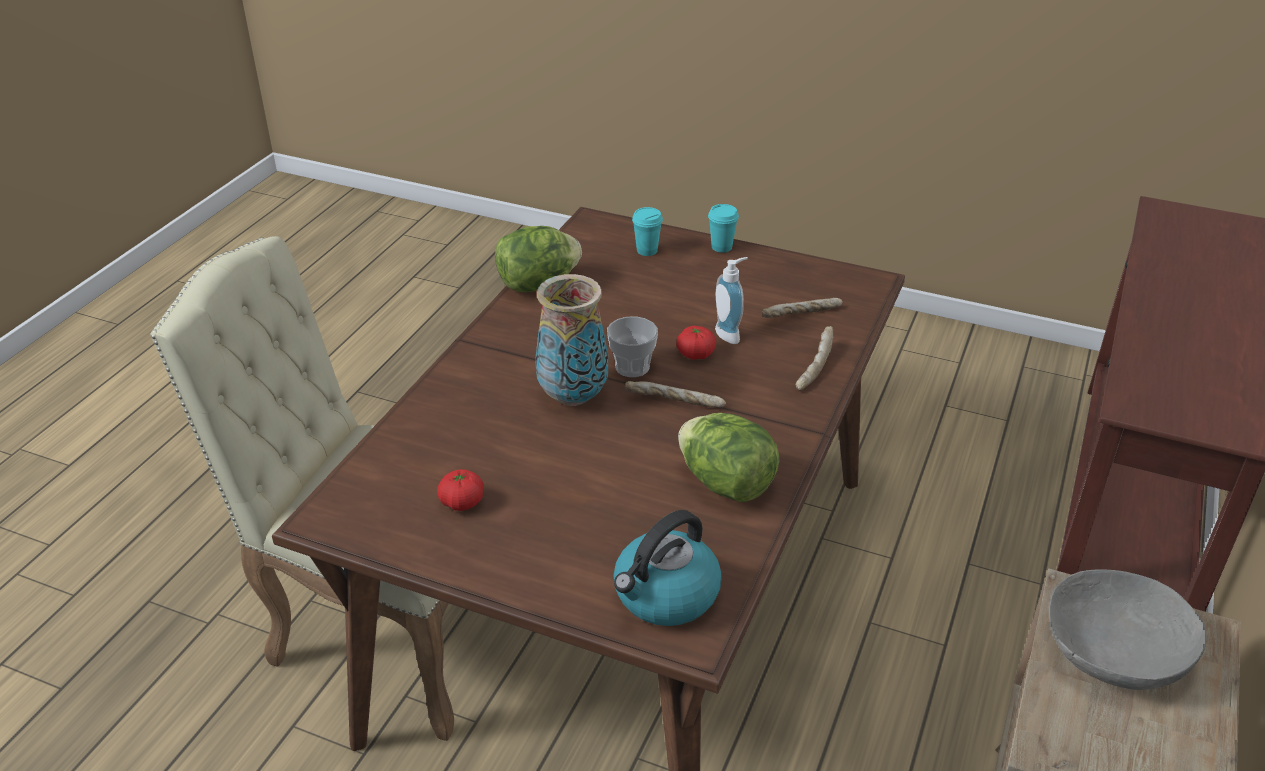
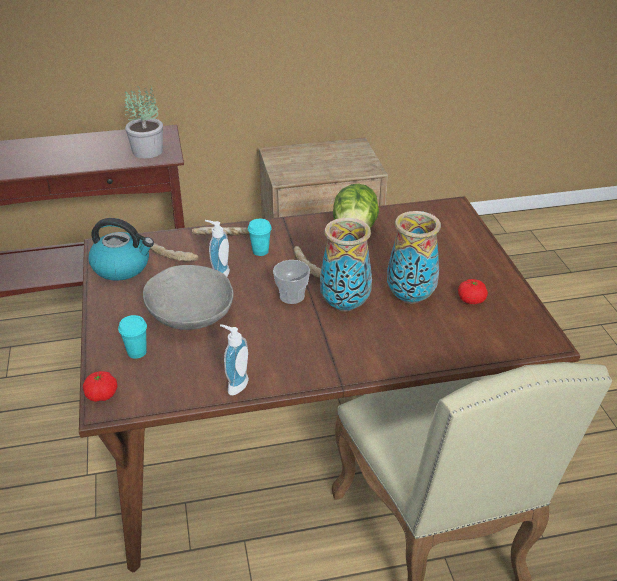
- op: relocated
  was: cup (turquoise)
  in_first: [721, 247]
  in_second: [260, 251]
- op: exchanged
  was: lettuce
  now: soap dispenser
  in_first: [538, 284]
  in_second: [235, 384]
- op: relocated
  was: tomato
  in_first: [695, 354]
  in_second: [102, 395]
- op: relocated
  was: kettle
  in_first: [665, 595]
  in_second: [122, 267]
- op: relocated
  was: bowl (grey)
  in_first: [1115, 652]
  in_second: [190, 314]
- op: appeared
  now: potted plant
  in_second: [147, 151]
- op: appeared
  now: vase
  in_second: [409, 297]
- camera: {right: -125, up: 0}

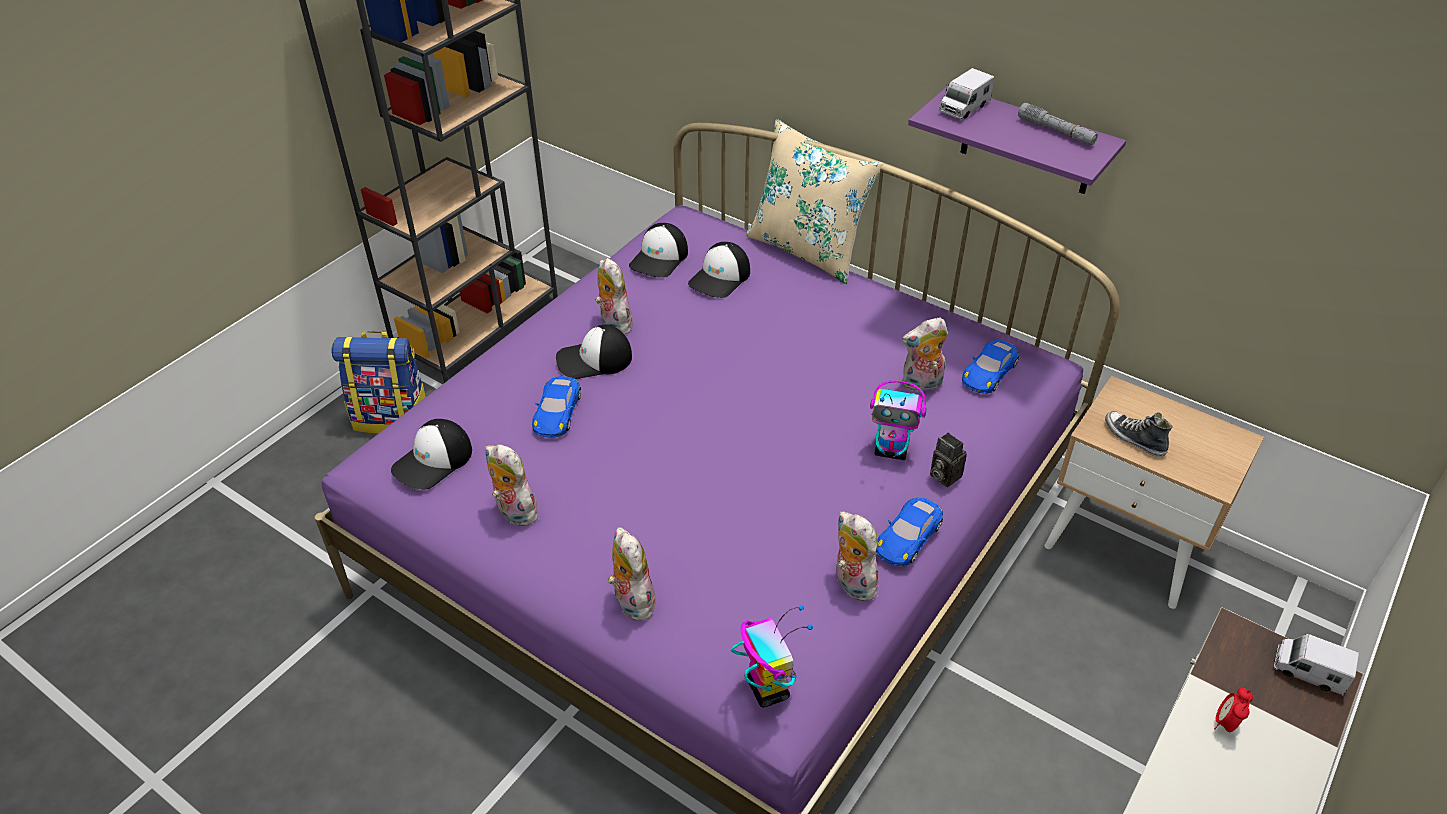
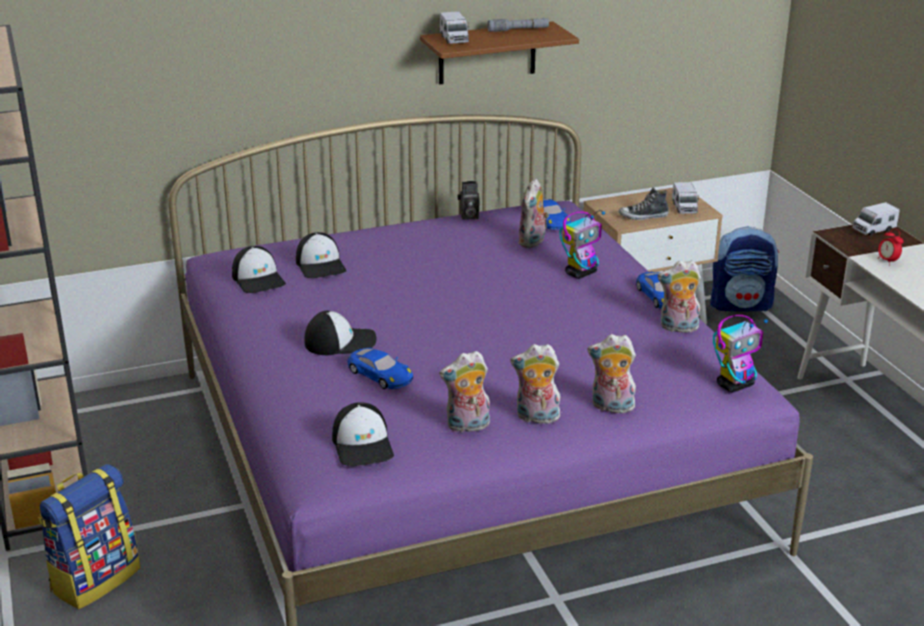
- op: colour
  was: shelf (purple)
  now: shelf (brown)
  in_first: [1027, 142]
  in_second: [487, 53]
- op: missing
  was: pillow (beige)
  in_first: [808, 250]
- op: relocated
  was: plush toy
  in_first: [613, 323]
  in_second: [536, 418]
- op: spun
  was: cap
  in_first: [594, 360]
  in_second: [341, 342]
  clockwise: -120
- op: relocated
  was: photo camera
  in_first: [943, 475]
  in_second: [468, 216]
- op: spun
  was: toy robot
  in_first: [767, 688]
  in_second: [735, 385]
  clockwise: 135
- op: appeared
  now: toy truck
  in_second: [684, 207]
- op: appeared
  now: backpack
  in_second: [741, 305]
- camera: {right: -55, up: -15}

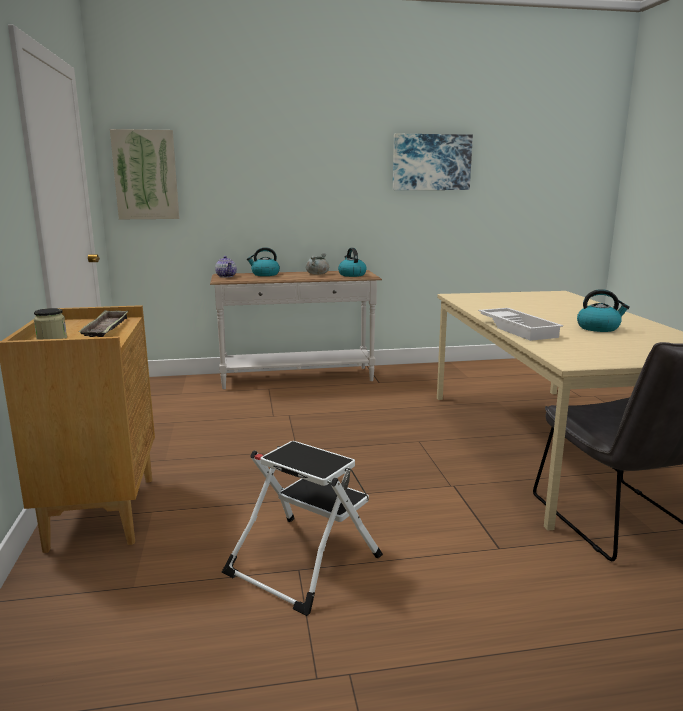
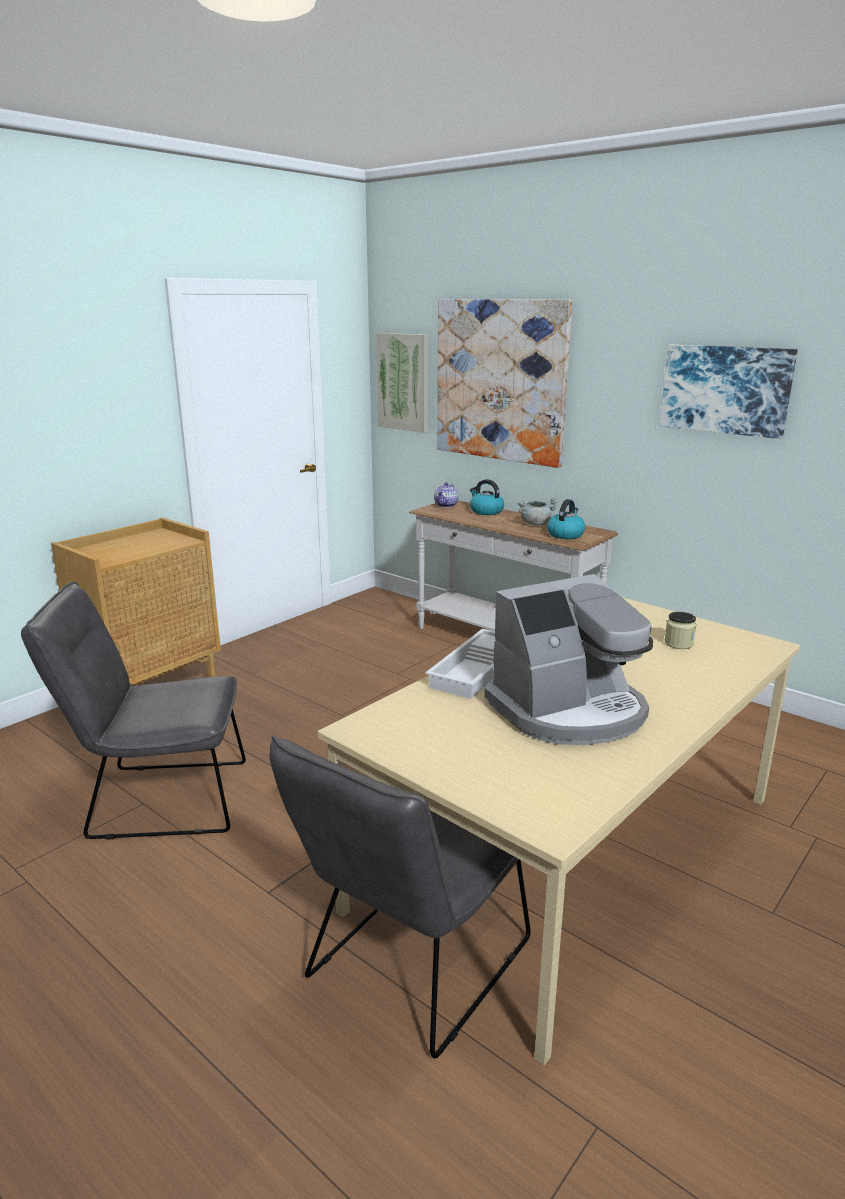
- op: exchanged
  was: kettle
  now: coffee machine
  in_first: [598, 328]
  in_second: [569, 711]
- op: relocated
  was: jar
  in_first: [52, 339]
  in_second: [678, 643]
- op: missing
  was: tray
  in_first: [106, 329]
- op: exchanged
  was: step ladder
  now: chair (grey)
  in_first: [303, 560]
  in_second: [158, 799]
- op: appeared
  now: picture
  in_second: [500, 381]
- camera: {right: 50, up: 5}

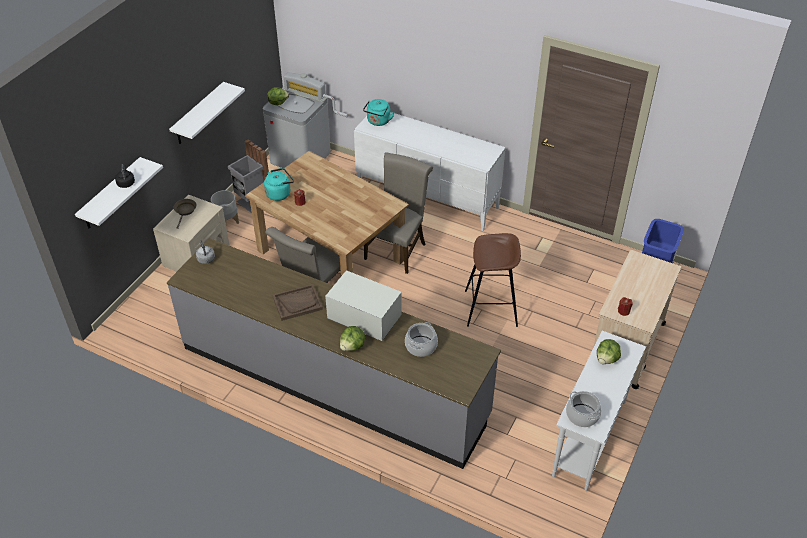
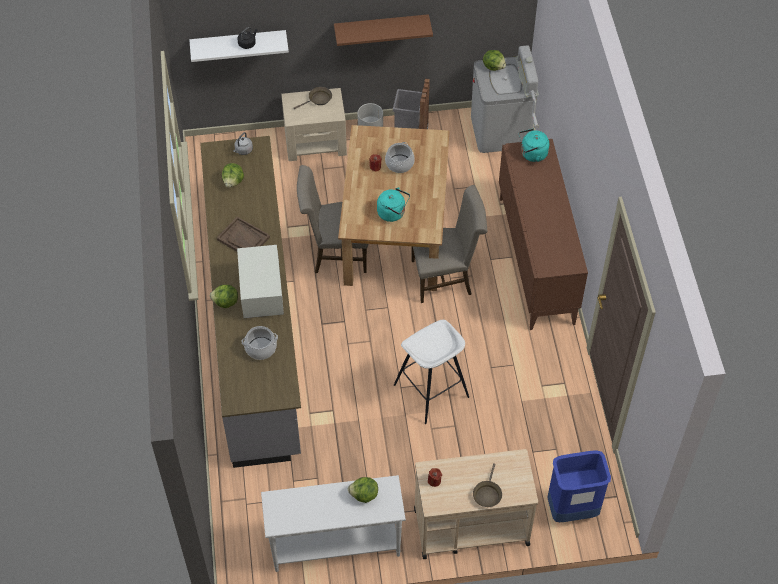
- op: colour
  was: shelf (white)
  now: shelf (brown)
  in_first: [198, 114]
  in_second: [381, 28]
- op: colour
  was: dresser (white)
  now: dresser (brown)
  in_first: [428, 197]
  in_second: [537, 260]
- op: relocated
  was: kettle (turquoise)
  in_first: [279, 193]
  in_second: [393, 213]
- op: colour
  was: stool (brown)
  now: stool (white)
  in_first: [491, 308]
  in_second: [431, 391]
- op: relocated
  was: cooking pot
  in_first: [582, 415]
  in_second: [399, 163]
- op: appeared
  now: lettuce
  in_second: [233, 181]
- op: appeared
  now: frying pan (brown)
  in_second: [487, 494]
- camera: {right: 55, up: 10}

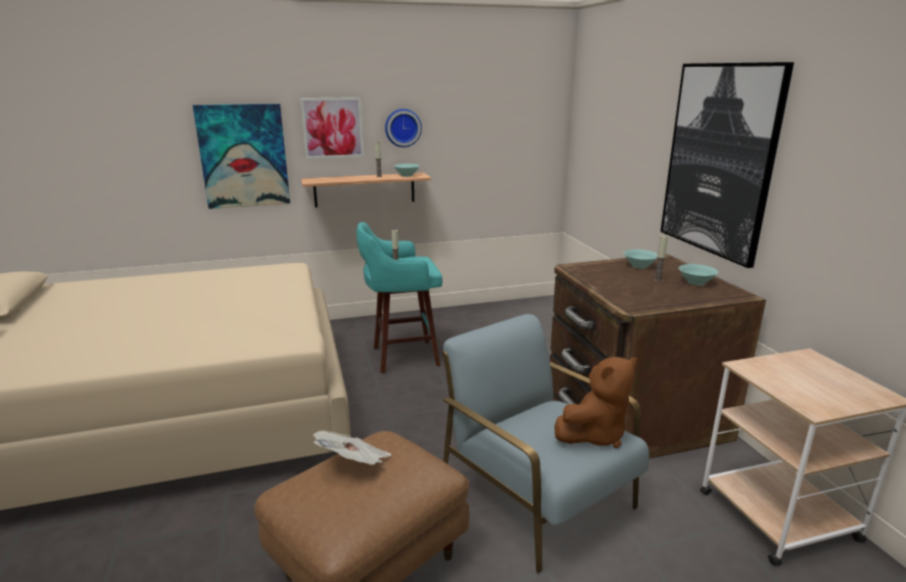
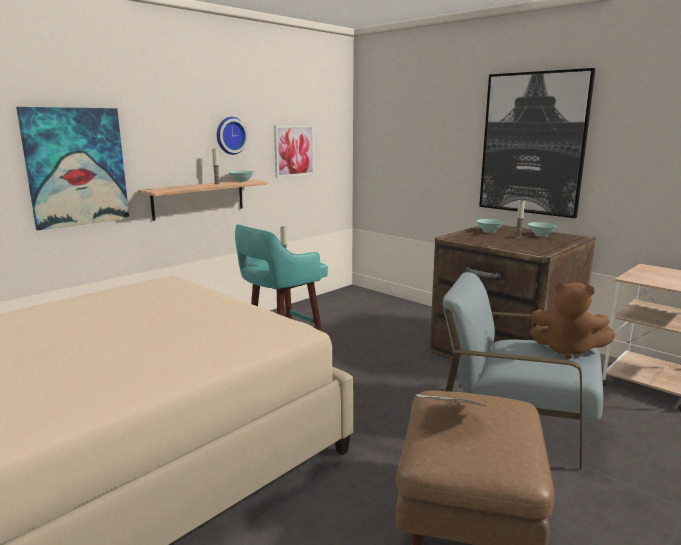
- op: relocated
  was: picture
  in_first: [332, 128]
  in_second: [294, 150]
- op: spun
  was: plush toy (brown)
  in_first: [594, 434]
  in_second: [567, 350]
  clockwise: 90
- camera: {right: -30, up: -5}

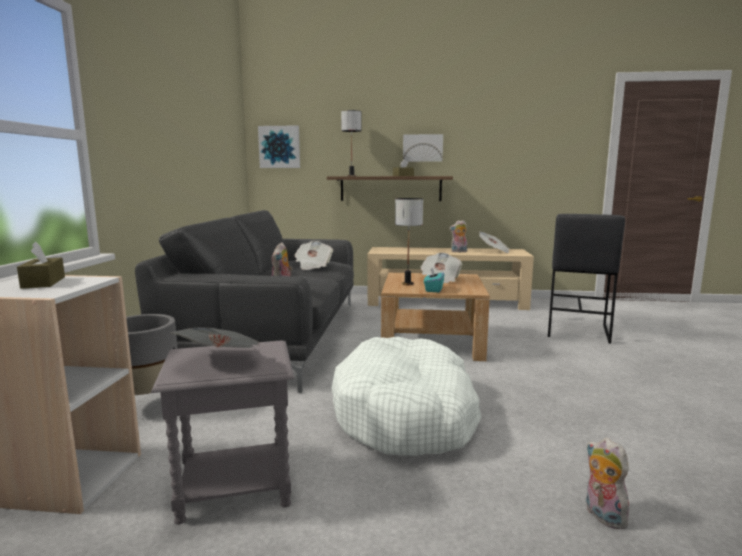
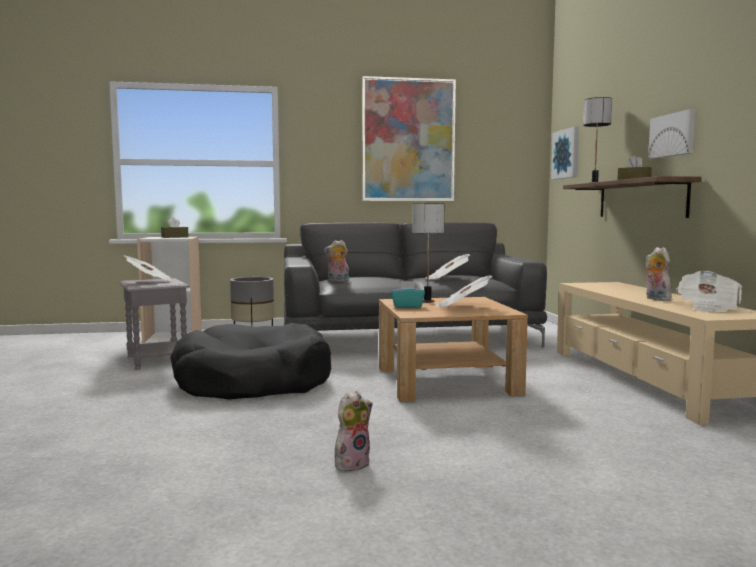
- op: missing
  was: stool (grey)
  in_first: [577, 331]
- op: colour
  was: dog bed (white)
  now: dog bed (black)
  in_first: [406, 414]
  in_second: [253, 382]
- op: relocated
  was: plush toy
  in_first: [602, 515]
  in_second: [352, 463]
- op: appeared
  now: picture
  in_second: [408, 140]
- camera: {right: 75, up: -5}

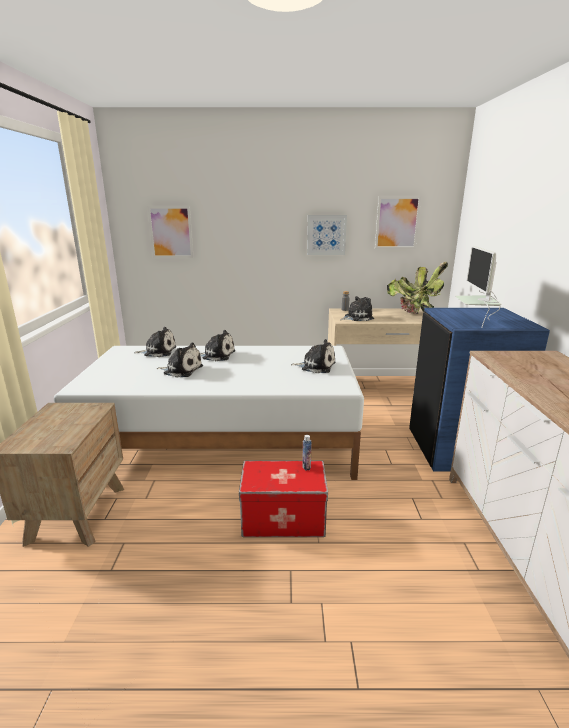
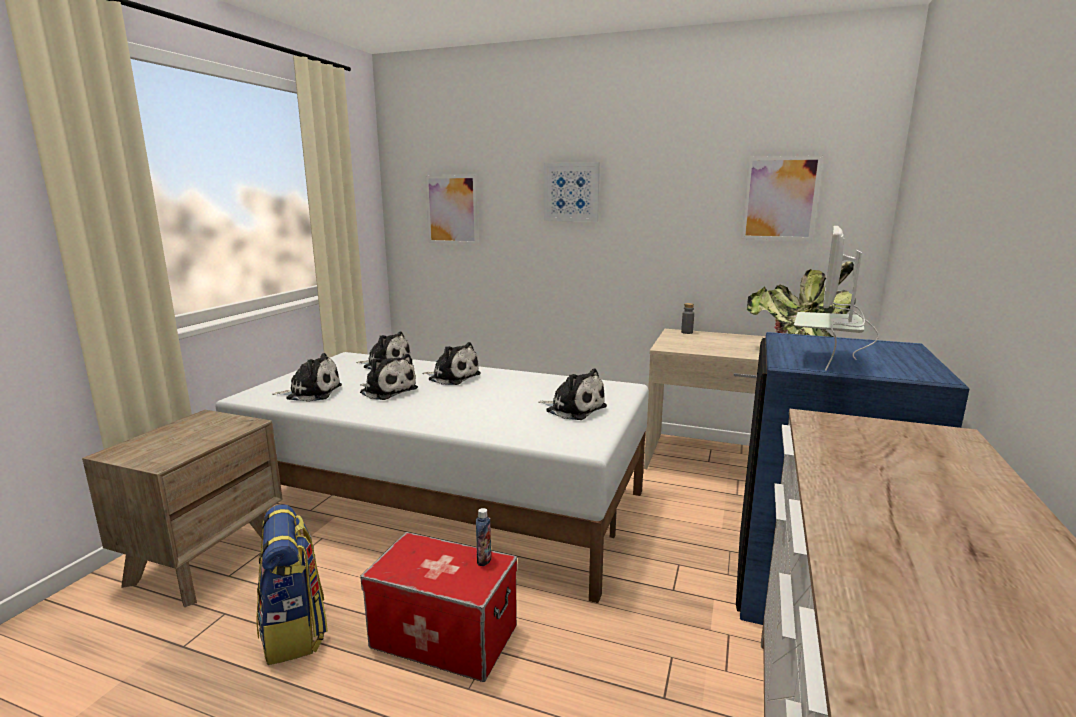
- op: relocated
  was: picture
  in_first: [326, 235]
  in_second: [571, 192]
- op: relocated
  was: plush toy
  in_first: [357, 317]
  in_second: [311, 393]
- op: appeared
  now: backpack
  in_second: [295, 631]
- camera: {right: 20, up: -5}

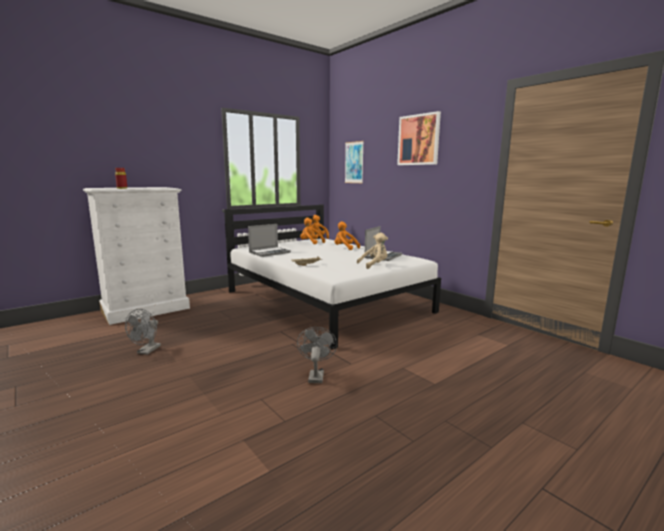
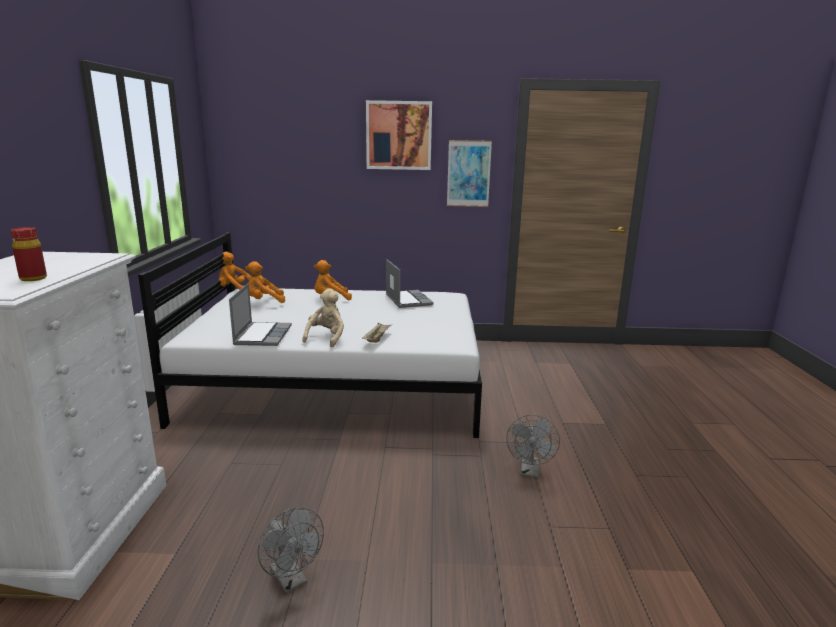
- op: relocated
  was: picture
  in_first: [354, 162]
  in_second: [468, 173]
- op: relocated
  was: plush toy (beige)
  in_first: [374, 265]
  in_second: [326, 338]
- op: spun
  was: fan (grey)
  in_first: [316, 375]
  in_second: [530, 472]
  clockwise: -120
- camera: {right: -50, up: 5}

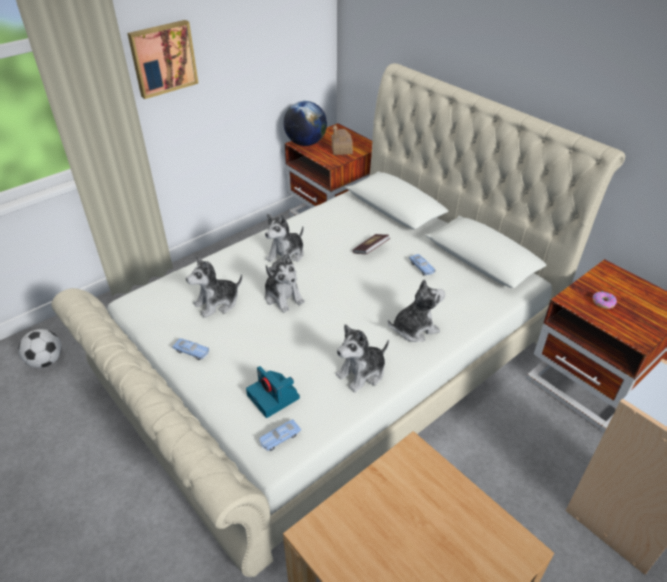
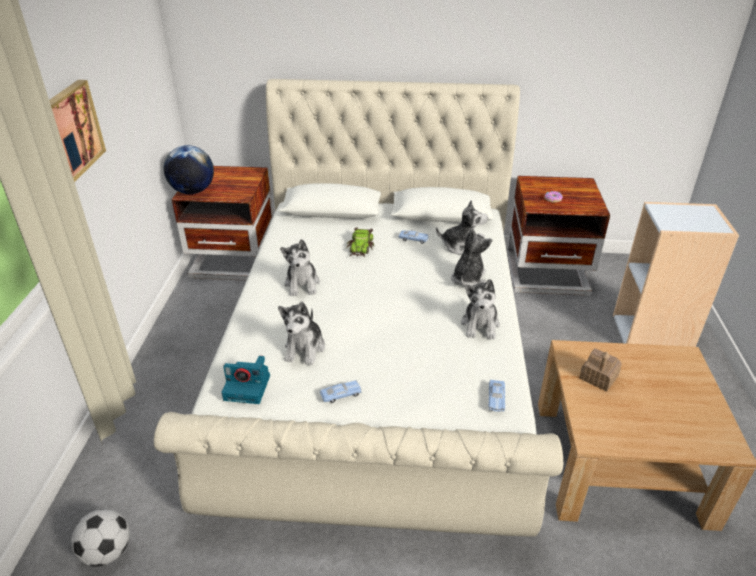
- op: relocated
  was: toy house
  in_first: [341, 150]
  in_second: [598, 377]
- op: exchanged
  was: book
  now: toy car
  in_first: [370, 250]
  in_second: [361, 246]
- op: relocated
  was: plush toy
  in_first: [283, 297]
  in_second: [461, 246]
- op: relocated
  was: photo camera
  in_first: [274, 397]
  in_second: [248, 387]
- camera: {right: -45, up: -5}

